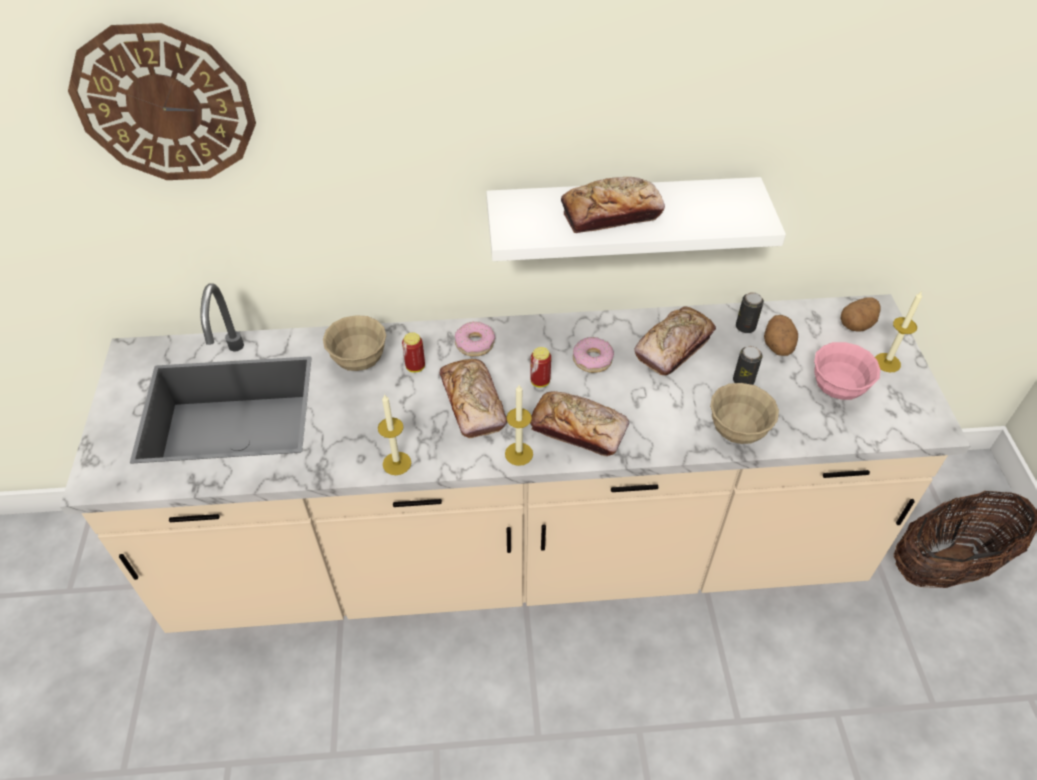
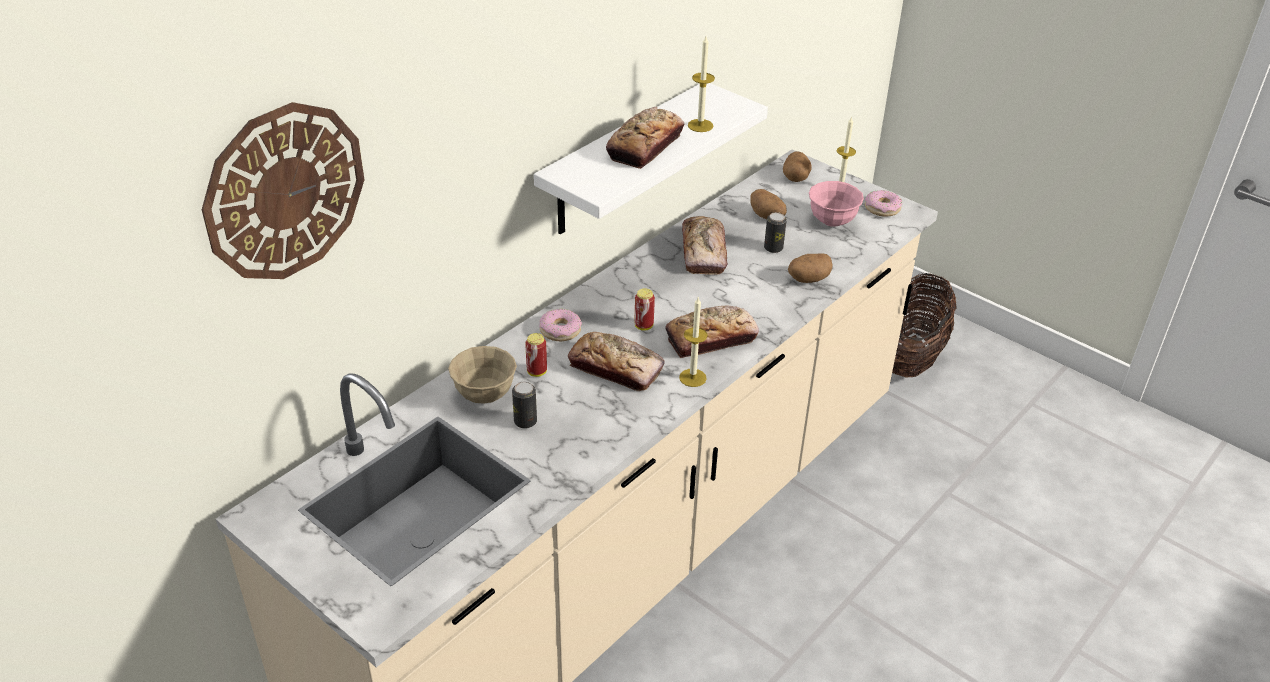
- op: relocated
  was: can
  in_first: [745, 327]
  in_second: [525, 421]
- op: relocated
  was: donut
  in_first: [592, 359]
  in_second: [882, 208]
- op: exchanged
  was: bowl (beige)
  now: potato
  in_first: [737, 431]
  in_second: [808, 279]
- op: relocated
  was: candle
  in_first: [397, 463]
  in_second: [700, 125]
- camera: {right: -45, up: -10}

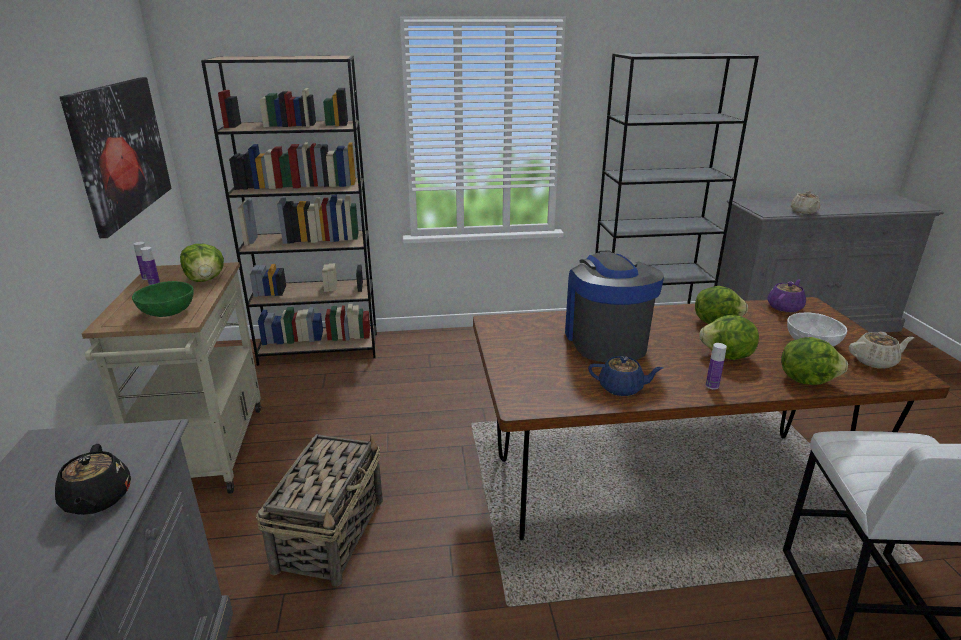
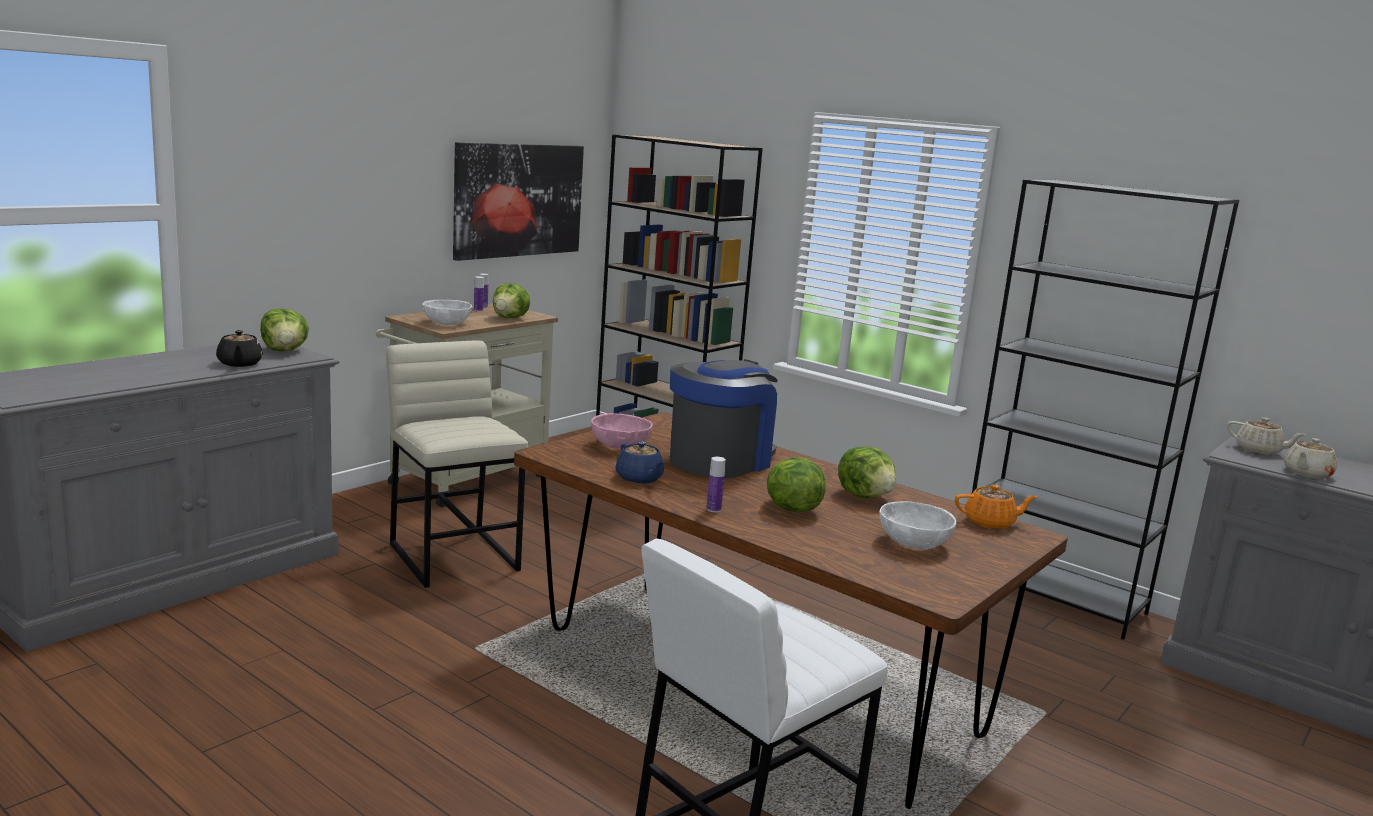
- op: colour
  was: teapot (purple)
  now: teapot (orange)
  in_first: [785, 307]
  in_second: [990, 523]
- op: colour
  was: bowl (green)
  now: bowl (white)
  in_first: [167, 312]
  in_second: [446, 323]
- op: relocated
  was: teapot (beige)
  in_first: [875, 361]
  in_second: [1259, 451]
- op: relocated
  was: lettuce
  in_first: [806, 379]
  in_second: [285, 351]
- op: exchanged
  was: basket
  now: chair (beige)
  in_first: [331, 533]
  in_second: [452, 555]
- op: spun
  was: teapot (black)
  in_first: [97, 499]
  in_second: [239, 364]
  clockwise: -45
- op: appeared
  now: bowl (pink)
  in_second: [620, 446]
- camera: {right: 45, up: -10}

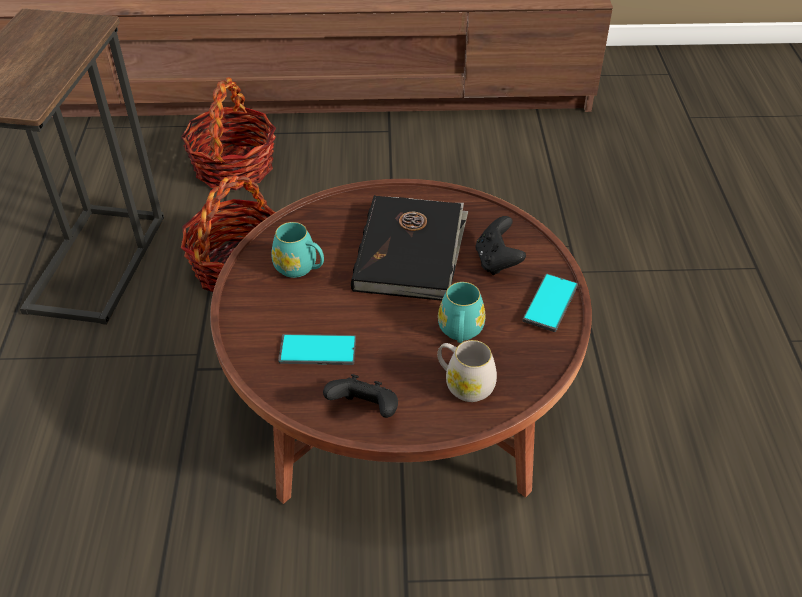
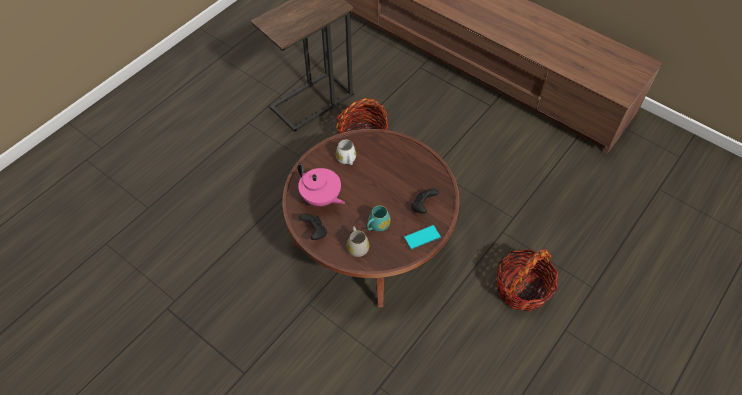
- op: relocated
  was: basket
  in_first: [234, 167]
  in_second: [522, 288]
- op: missing
  was: book (black)
  in_first: [411, 251]
- op: colour
  was: mug (turquoise)
  now: mug (white)
  in_first: [300, 268]
  in_second: [347, 160]
- op: exchanged
  was: phone
  now: teapot (pink)
  in_first: [317, 350]
  in_second: [321, 198]
- camera: {right: 40, up: 10}

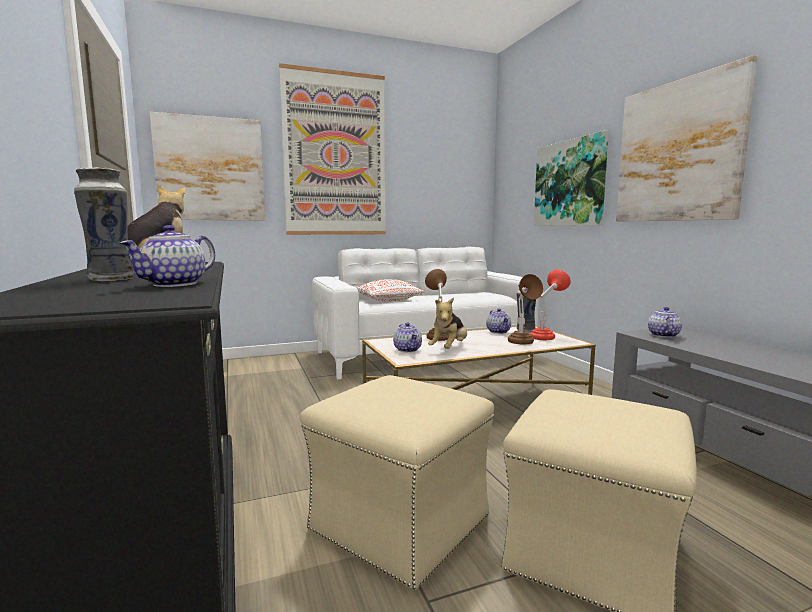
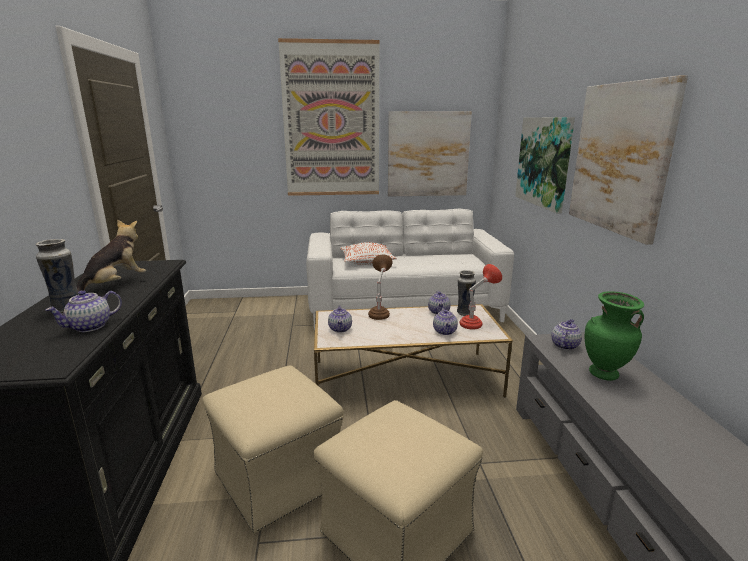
- op: relocated
  was: picture
  in_first: [210, 169]
  in_second: [428, 154]
- op: exchanged
  was: table lamp (brown)
  now: teapot
  in_first: [523, 343]
  in_second: [445, 331]
- op: missing
  was: plush toy
  in_first: [449, 349]
- op: appeared
  now: vase (green)
  in_second: [604, 374]
- camera: {right: 15, up: 10}

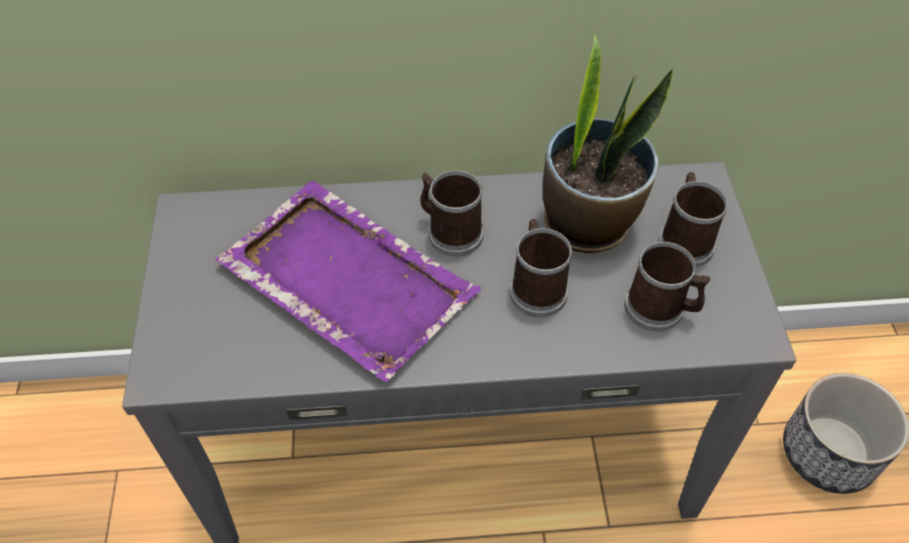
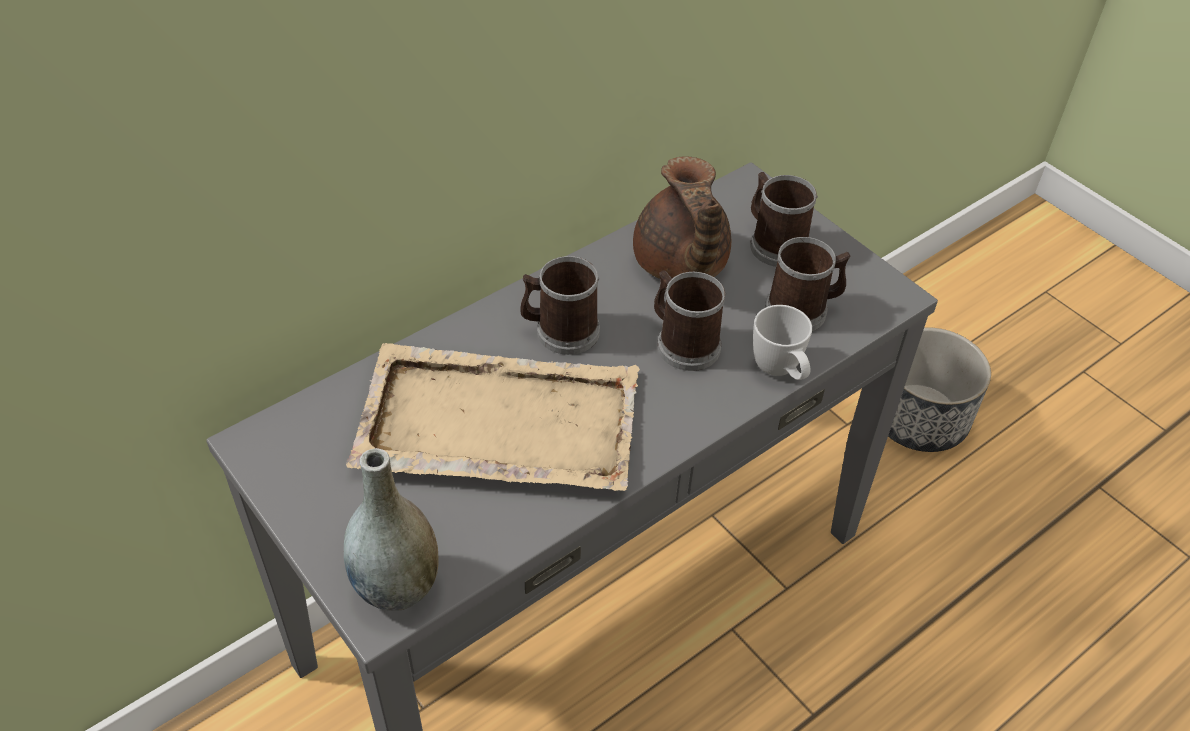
- op: exchanged
  was: potted plant
  now: teapot (brown)
  in_first: [588, 222]
  in_second: [680, 265]
- op: colour
  was: tray (purple)
  now: tray (beige)
  in_first: [346, 279]
  in_second: [496, 423]
- op: appeared
  now: mug (white)
  in_second: [780, 372]
- op: appeared
  now: vase (grey)
  in_second: [397, 586]
- camera: {right: -35, up: -5}

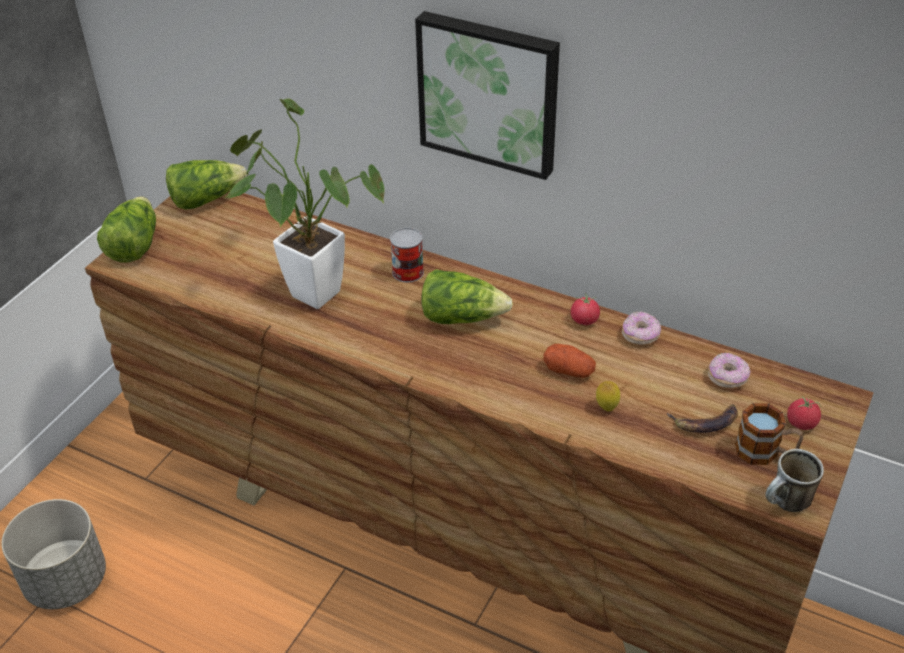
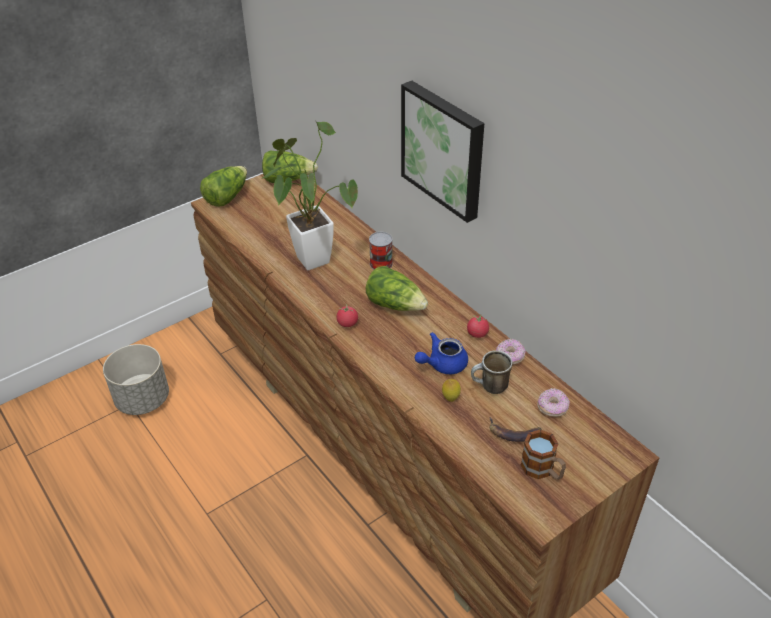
- op: exchanged
  was: potato
  now: teapot (blue)
  in_first: [569, 370]
  in_second: [442, 364]
- op: relocated
  was: tomato
  in_first: [801, 423]
  in_second: [347, 323]
- op: relocated
  was: mug
  in_first: [786, 505]
  in_second: [489, 388]
- camera: {right: 25, up: 0}

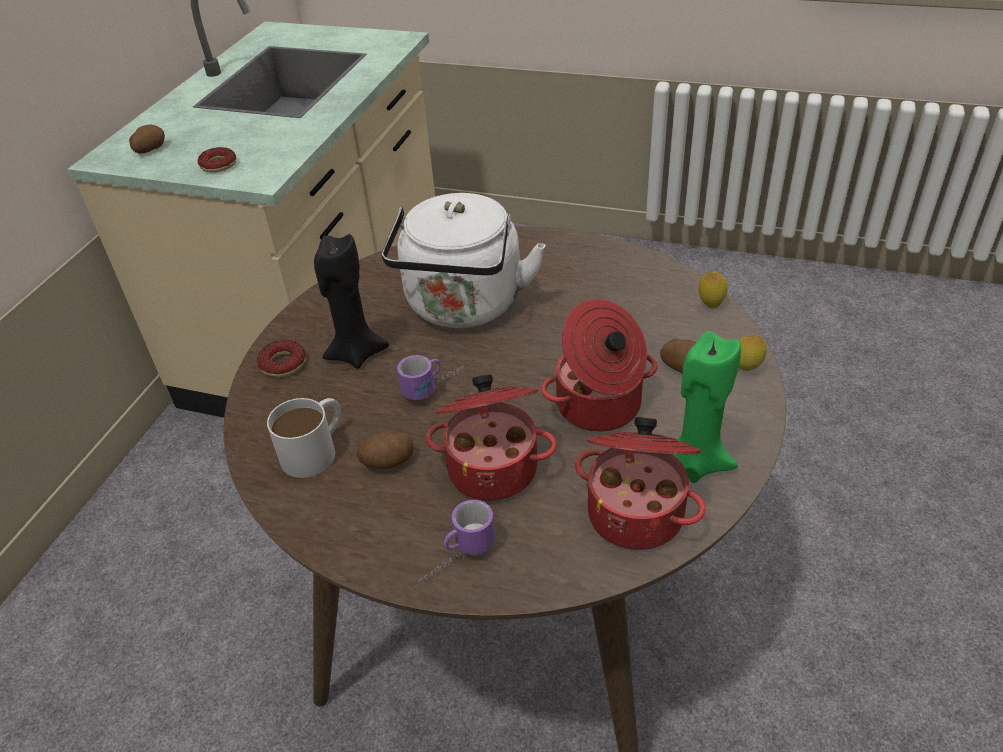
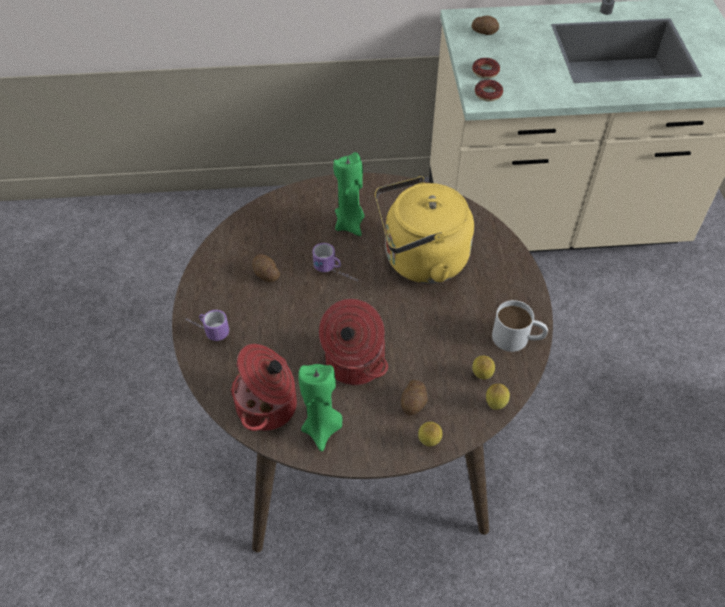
- op: colour
  was: kettle (white)
  now: kettle (yellow)
  in_first: [463, 307]
  in_second: [420, 260]
- op: colour
  was: candle (black)
  now: candle (green)
  in_first: [356, 353]
  in_second: [350, 224]
- op: relocated
  was: donut
  in_first: [283, 363]
  in_second: [488, 94]
- op: missing
  was: cooking pot
  in_first: [493, 467]
- op: relocated
  was: mug (white)
  in_first: [316, 449]
  in_second: [517, 338]
- op: appeared
  now: lemon
  in_second: [481, 376]
- camera: {right: 65, up: 10}

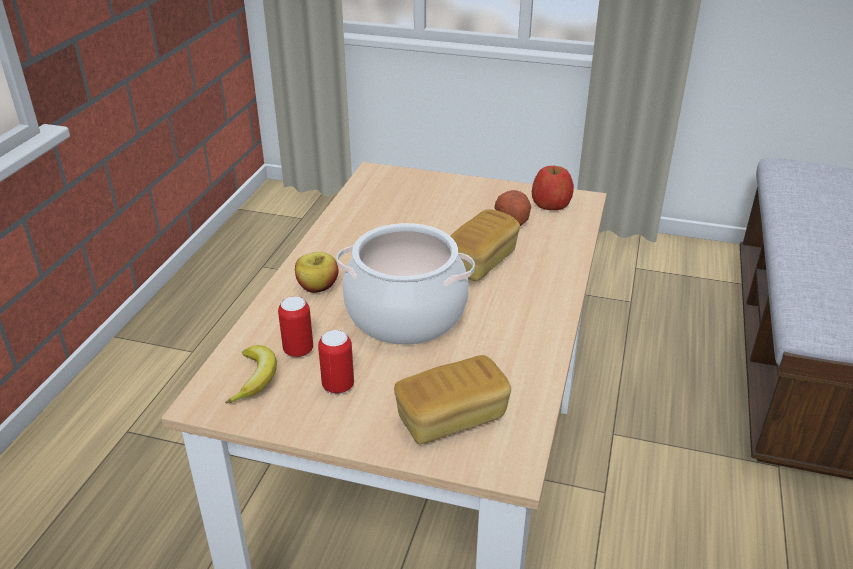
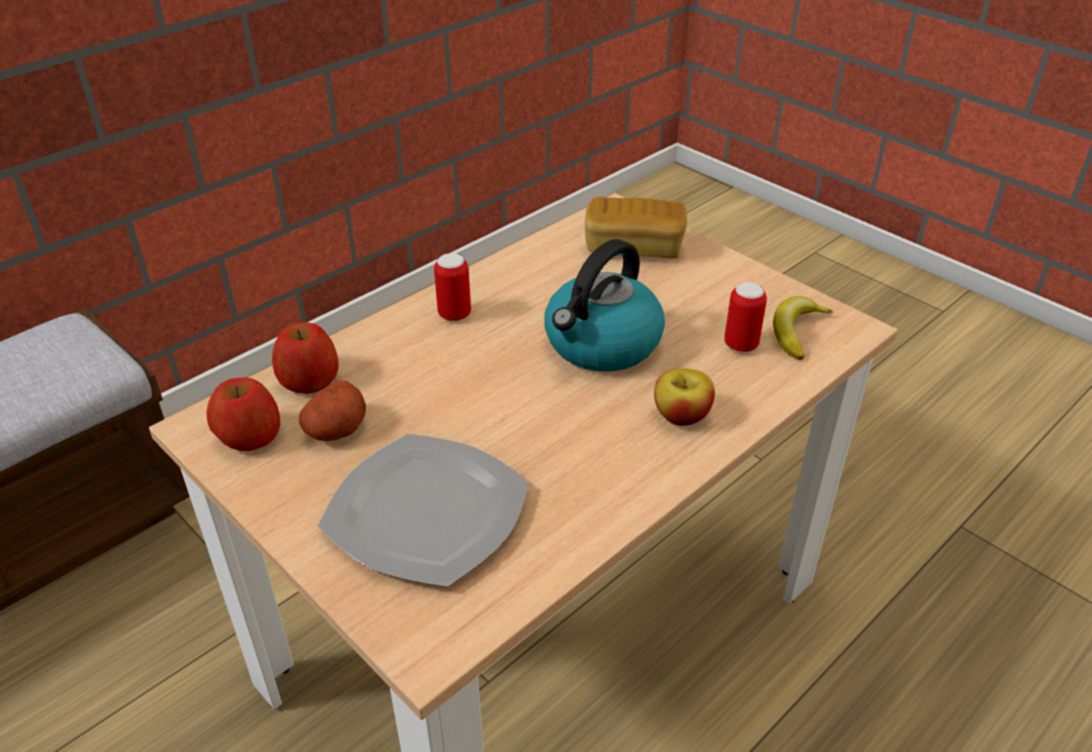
- op: missing
  was: bread
  in_first: [480, 261]
- op: exchanged
  was: cooking pot
  now: kettle
  in_first: [405, 314]
  in_second: [602, 344]
- op: relocated
  was: can
  in_first: [338, 386]
  in_second: [454, 314]
- op: appeared
  now: apple
  in_second: [309, 379]
- op: appeared
  now: plate
  in_second: [427, 514]
- camera: {right: -150, up: 5}

